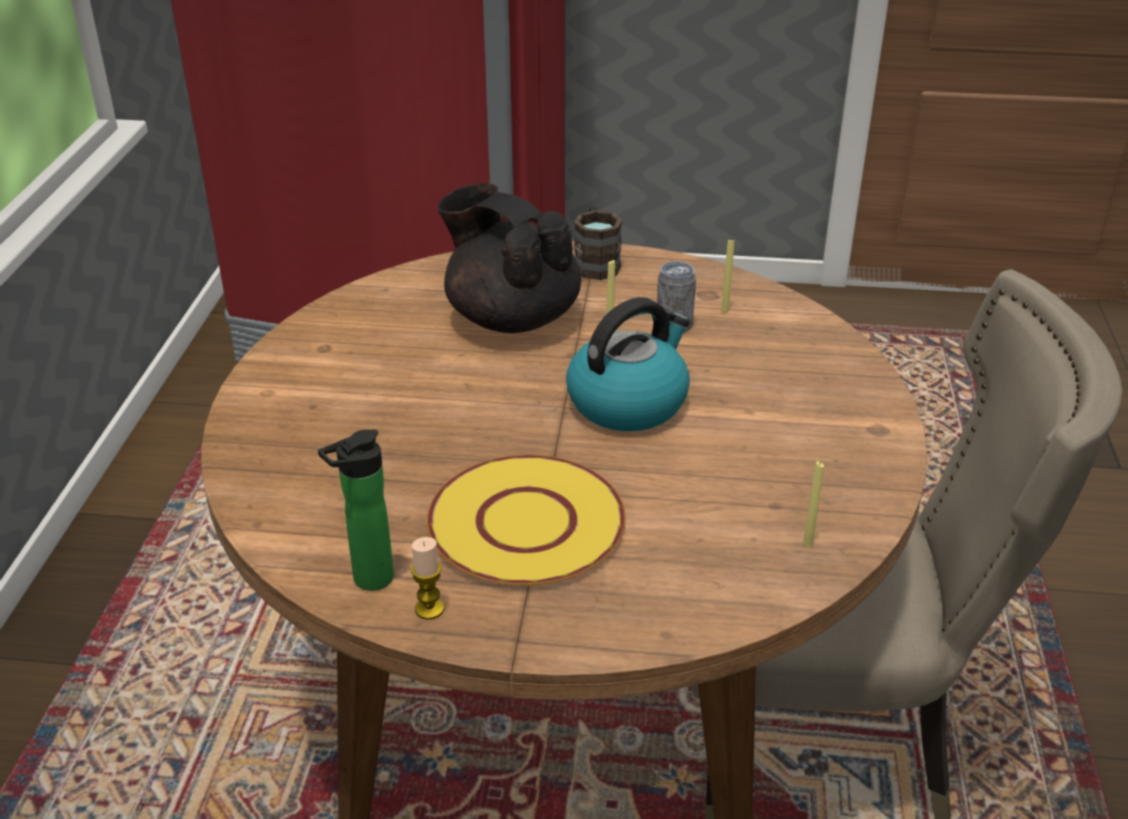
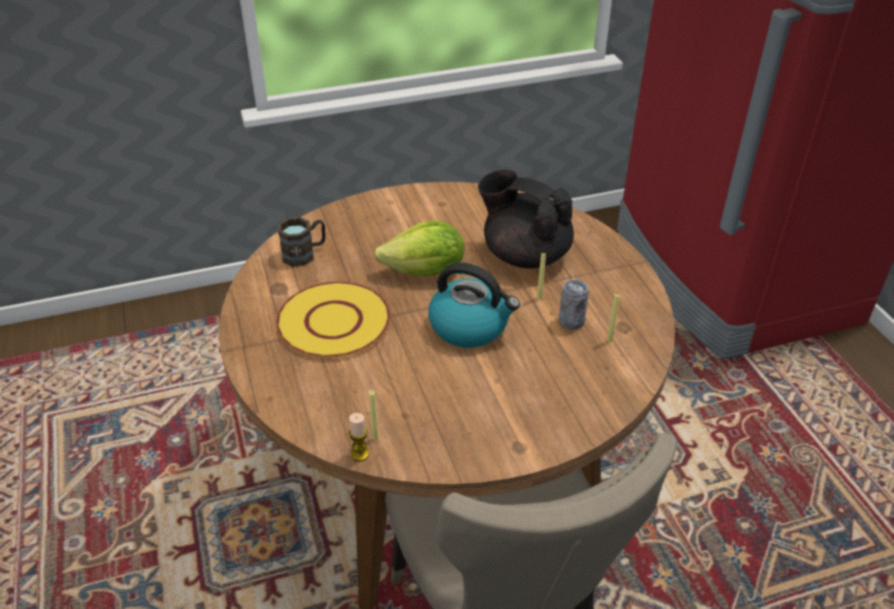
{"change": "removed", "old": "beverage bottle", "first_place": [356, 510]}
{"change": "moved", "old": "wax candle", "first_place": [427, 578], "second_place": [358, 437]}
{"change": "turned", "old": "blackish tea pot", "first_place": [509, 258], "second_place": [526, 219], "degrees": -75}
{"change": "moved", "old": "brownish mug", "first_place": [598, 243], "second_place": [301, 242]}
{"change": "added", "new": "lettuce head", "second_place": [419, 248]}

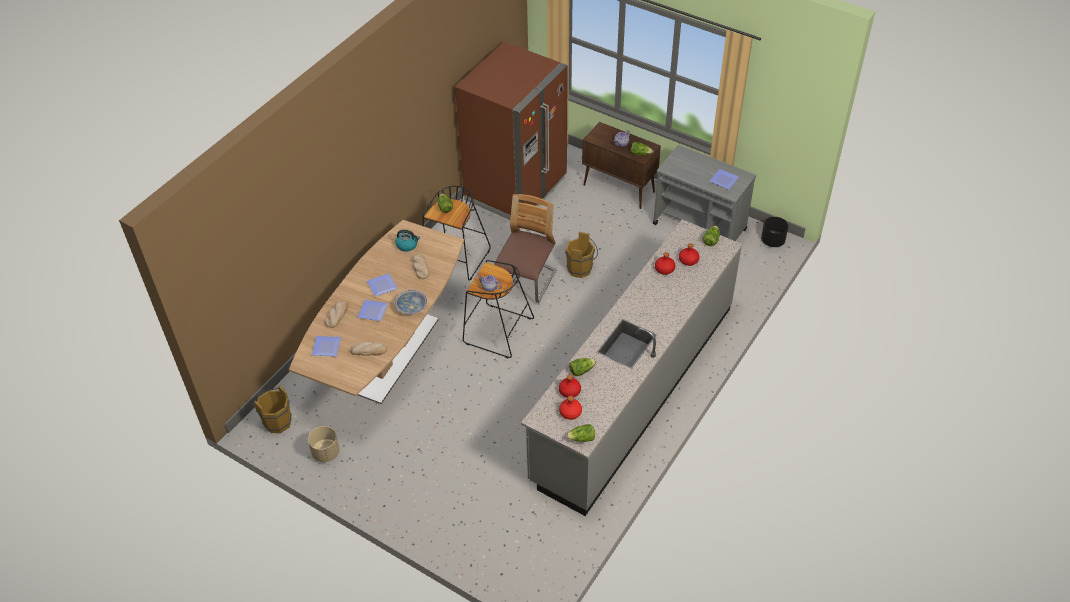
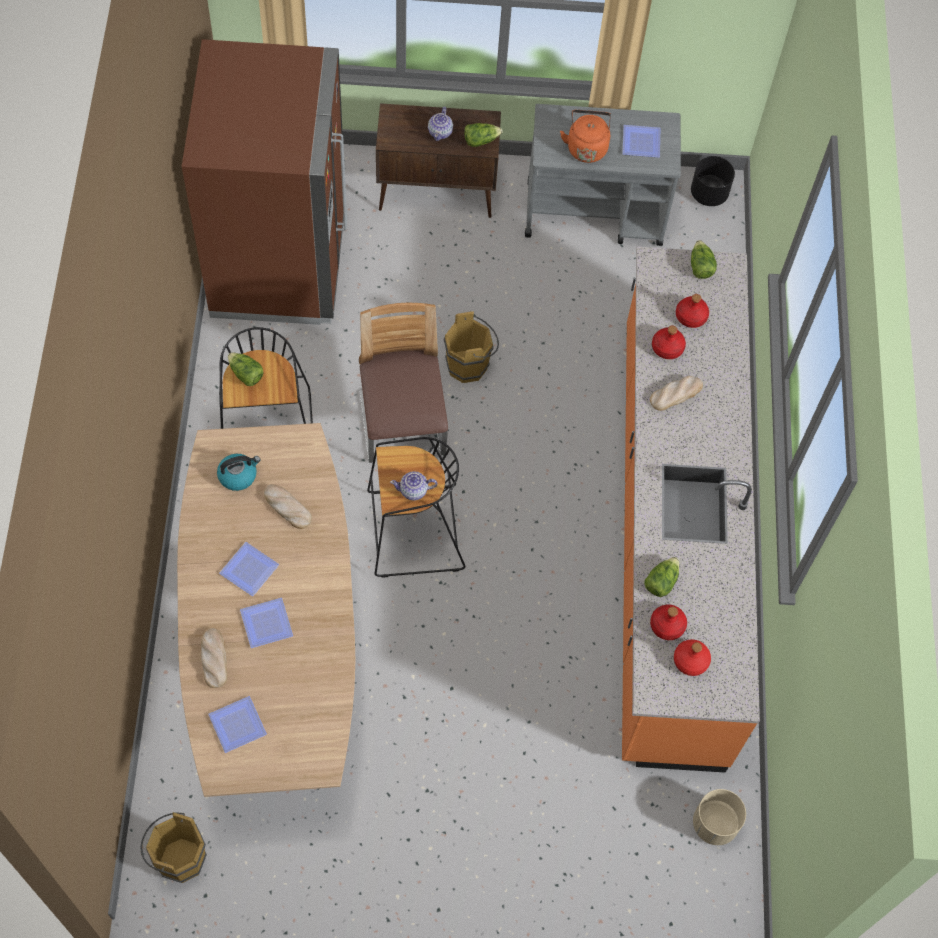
{"change": "moved", "old": "sand-coloured flower pot", "first_place": [324, 444], "second_place": [719, 817]}
{"change": "moved", "old": "bread", "first_place": [368, 349], "second_place": [676, 393]}
{"change": "removed", "old": "deep dish", "first_place": [411, 302]}
{"change": "recoloured", "old": "greyish kitchen base unit", "new": "orange kitchen base unit", "first_place": [631, 367], "second_place": [691, 510]}
{"change": "removed", "old": "lettuce head", "first_place": [580, 433]}
{"change": "added", "new": "orange kettle", "second_place": [585, 136]}

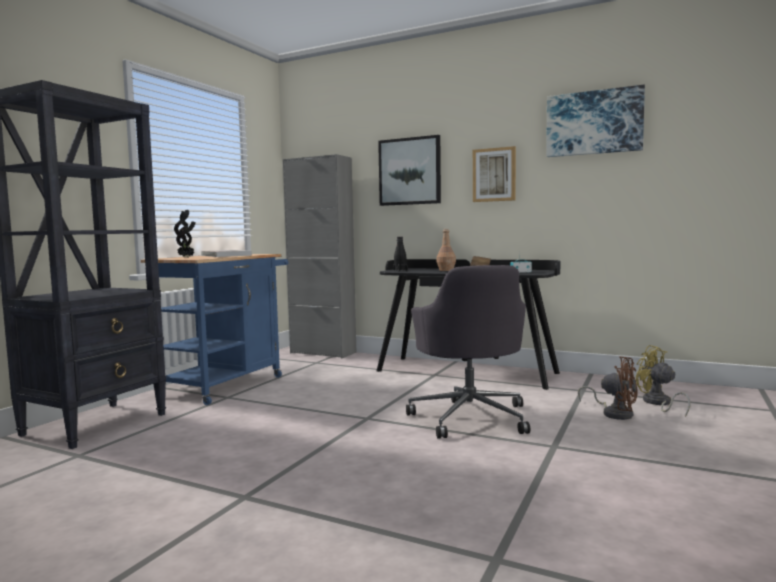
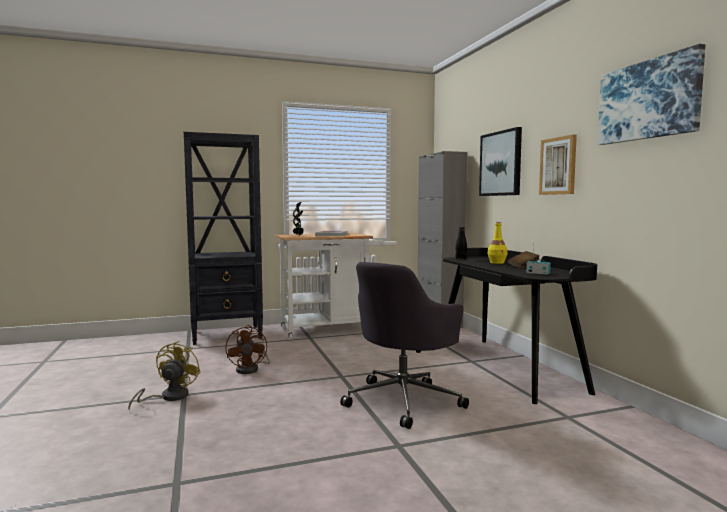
{"change": "recoloured", "old": "blue trolley", "new": "white trolley", "first_place": [214, 329], "second_place": [330, 286]}
{"change": "recoloured", "old": "brownish beverage bottle", "new": "yellow-coloured beverage bottle", "first_place": [446, 250], "second_place": [498, 243]}
{"change": "moved", "old": "brownish cooling fan", "first_place": [608, 388], "second_place": [247, 349]}
{"change": "moved", "old": "yellow-coloured cooling fan", "first_place": [663, 381], "second_place": [164, 376]}

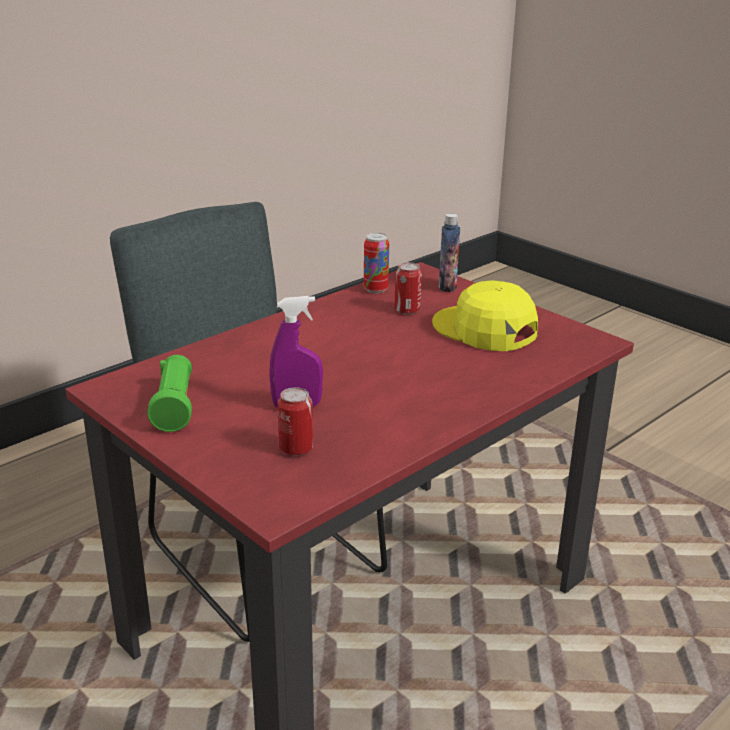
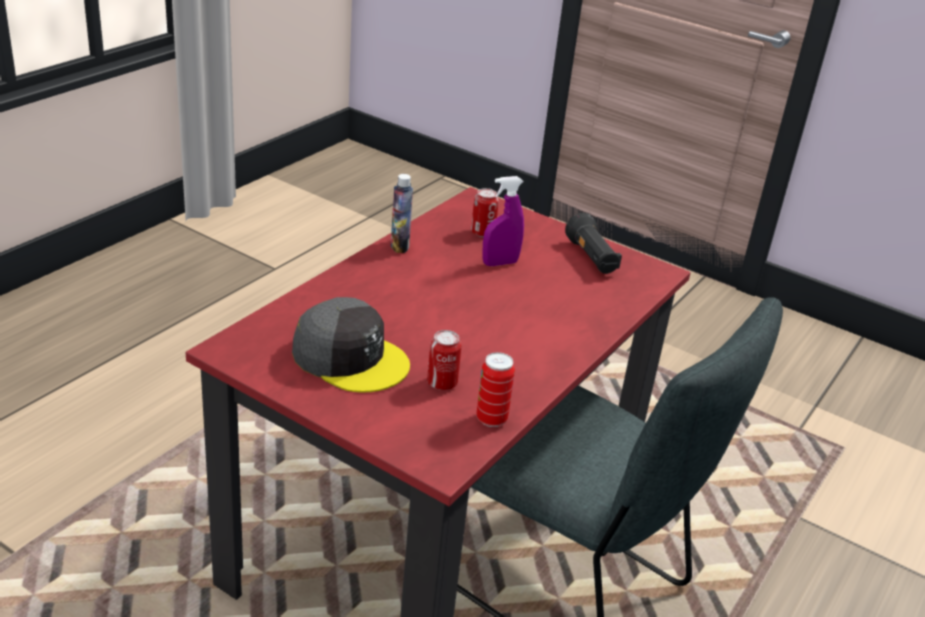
{"change": "recoloured", "old": "green hand torch", "new": "blackish hand torch", "first_place": [169, 393], "second_place": [593, 243]}
{"change": "recoloured", "old": "yellow-coloured peaked cap", "new": "greyish peaked cap", "first_place": [485, 315], "second_place": [351, 345]}
{"change": "moved", "old": "beverage bottle", "first_place": [449, 252], "second_place": [402, 213]}

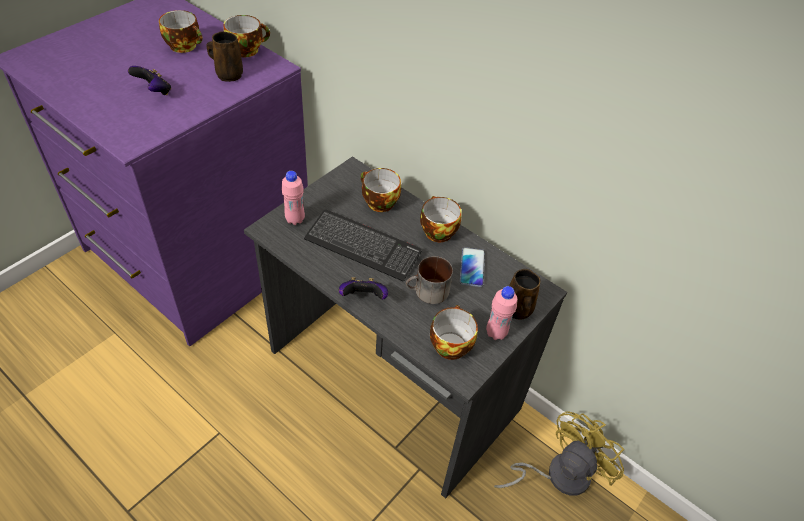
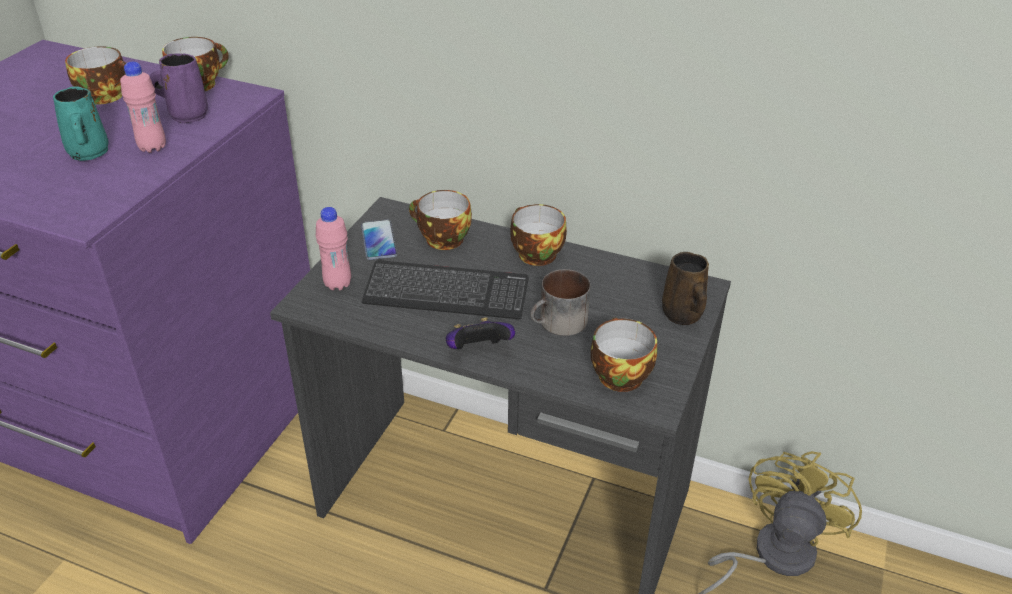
{"change": "replaced", "old": "gamepad", "new": "blue-green mug", "first_place": [149, 80], "second_place": [81, 123]}
{"change": "recoloured", "old": "brownish mug", "new": "purplish mug", "first_place": [224, 57], "second_place": [179, 88]}
{"change": "moved", "old": "phone", "first_place": [472, 267], "second_place": [379, 240]}
{"change": "moved", "old": "pink beverage bottle", "first_place": [501, 313], "second_place": [143, 107]}

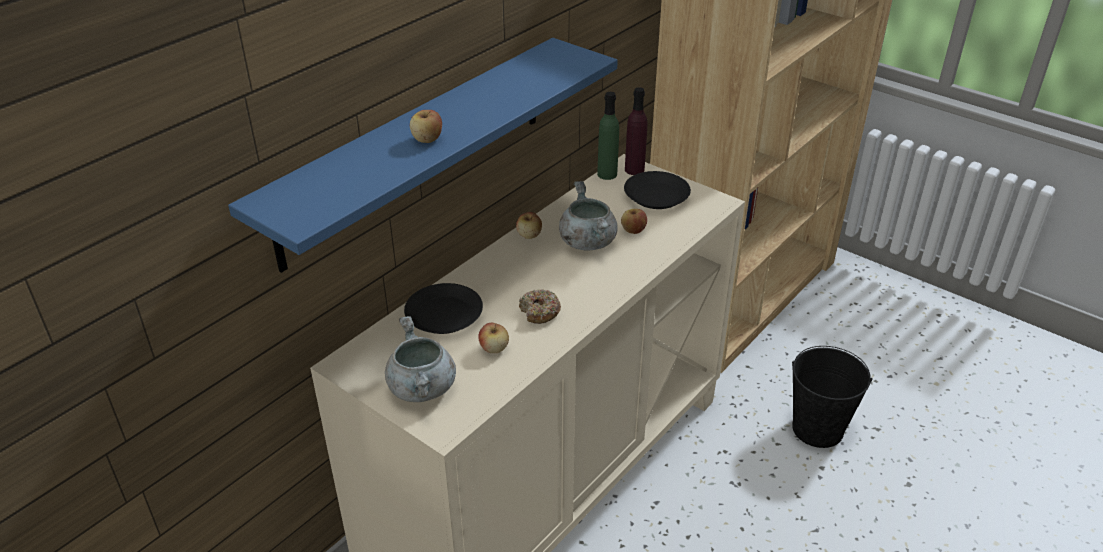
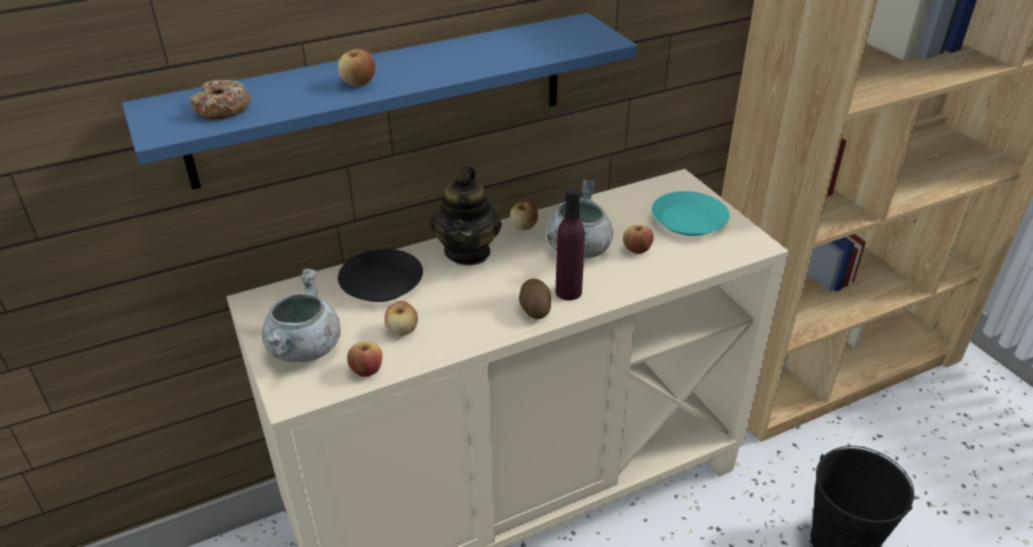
{"change": "moved", "old": "ring doughnut", "first_place": [540, 306], "second_place": [220, 99]}
{"change": "removed", "old": "green beverage bottle", "first_place": [608, 136]}
{"change": "recoloured", "old": "blackish plate", "new": "blue-green plate", "first_place": [657, 190], "second_place": [690, 213]}
{"change": "moved", "old": "purplish beverage bottle", "first_place": [636, 131], "second_place": [570, 244]}
{"change": "added", "new": "apple fruit", "second_place": [364, 359]}
{"change": "added", "new": "tea pot", "second_place": [465, 216]}
{"change": "added", "new": "spud", "second_place": [535, 299]}

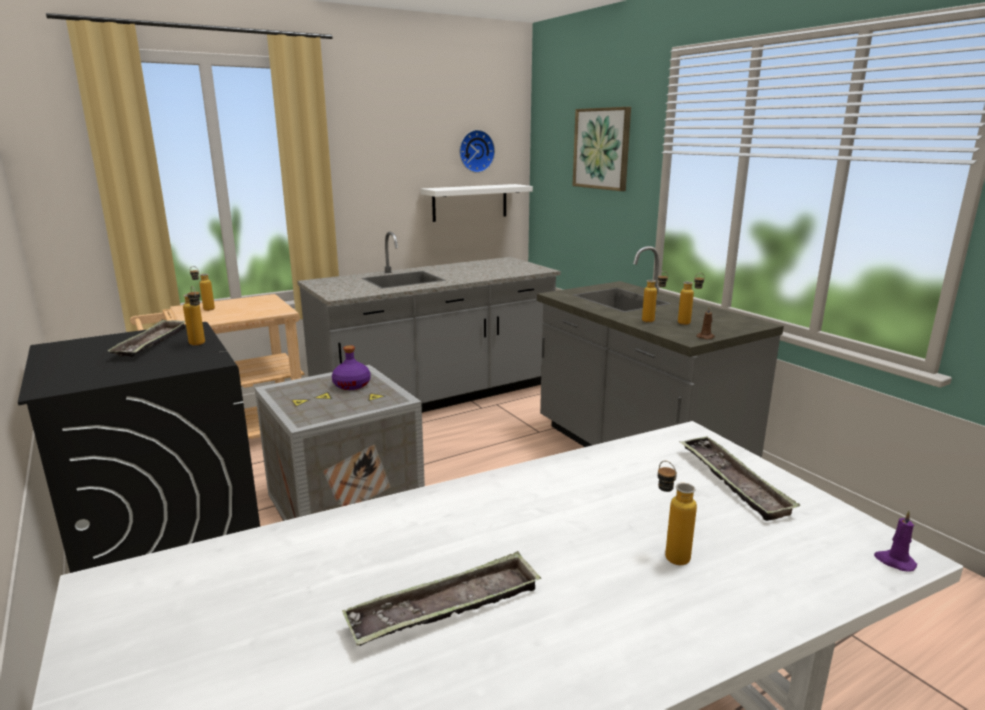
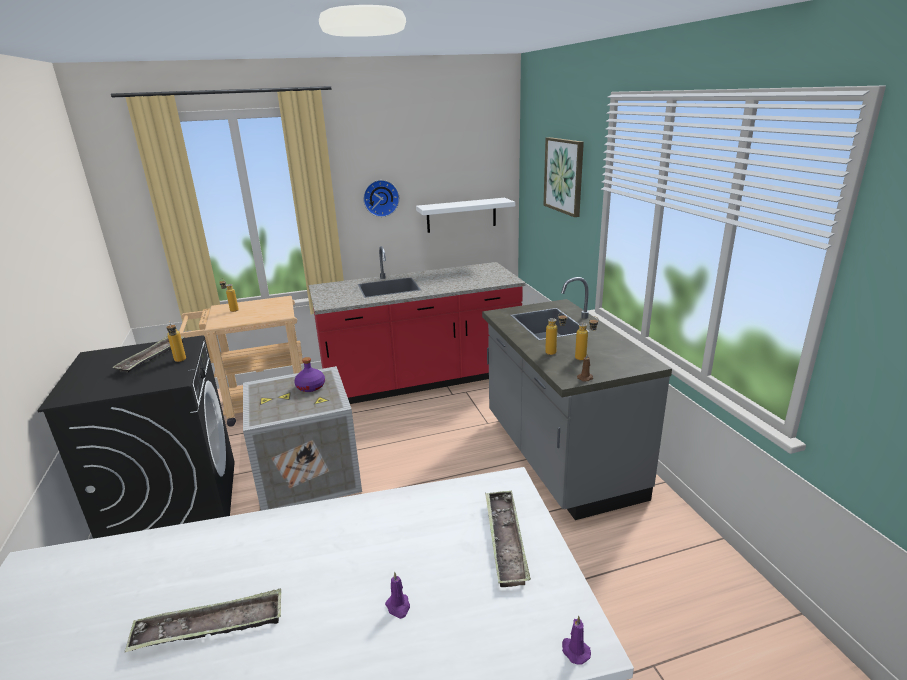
{"change": "recoloured", "old": "greyish kitchen base unit", "new": "red-coloured kitchen base unit", "first_place": [429, 322], "second_place": [417, 325]}
{"change": "moved", "old": "clock on the wall", "first_place": [477, 151], "second_place": [381, 198]}
{"change": "replaced", "old": "beverage bottle", "new": "purplish wax candle", "first_place": [677, 513], "second_place": [397, 595]}

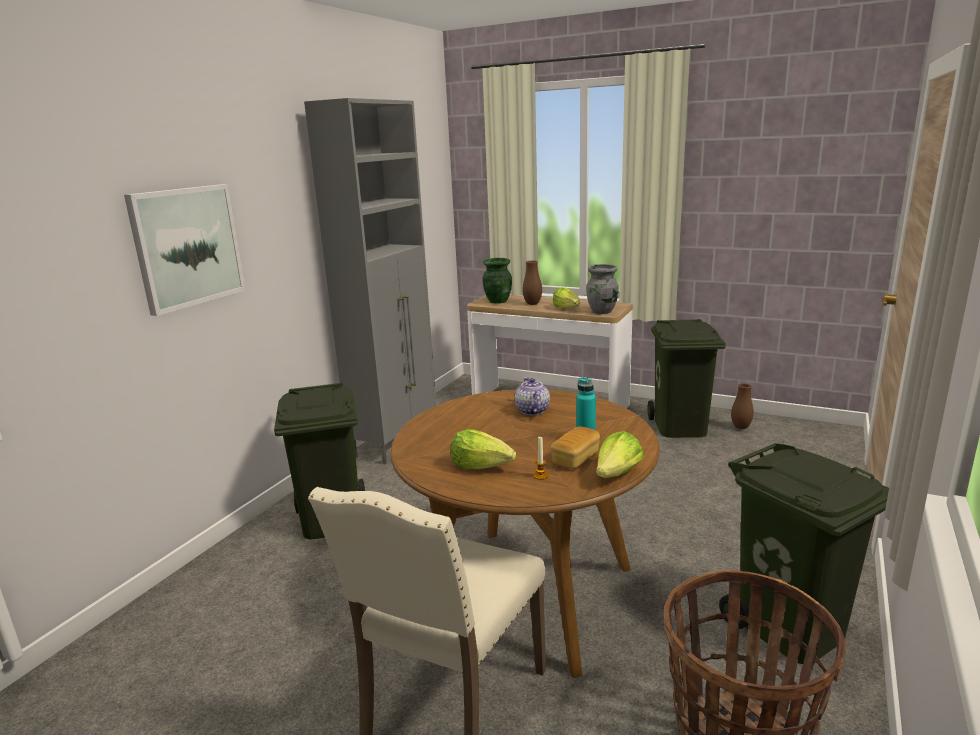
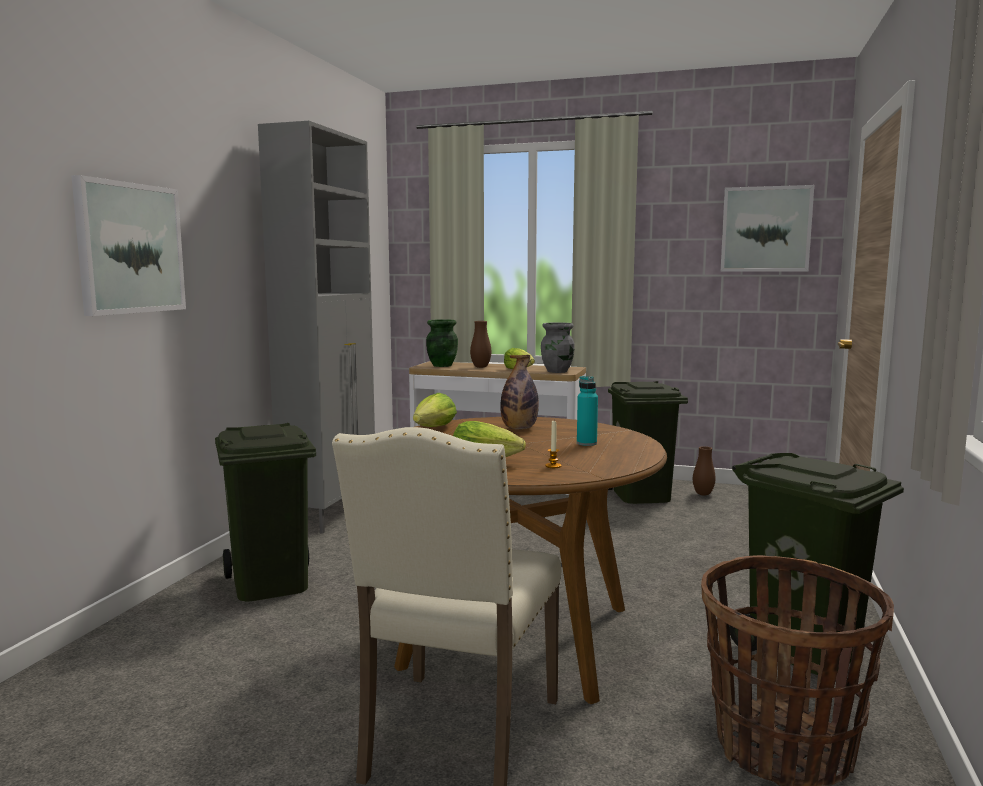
{"change": "replaced", "old": "tea pot", "new": "beverage bottle", "first_place": [532, 397], "second_place": [519, 392]}
{"change": "removed", "old": "bread", "first_place": [575, 448]}
{"change": "moved", "old": "lettuce head", "first_place": [620, 454], "second_place": [435, 410]}
{"change": "added", "new": "wall picture", "second_place": [767, 228]}

